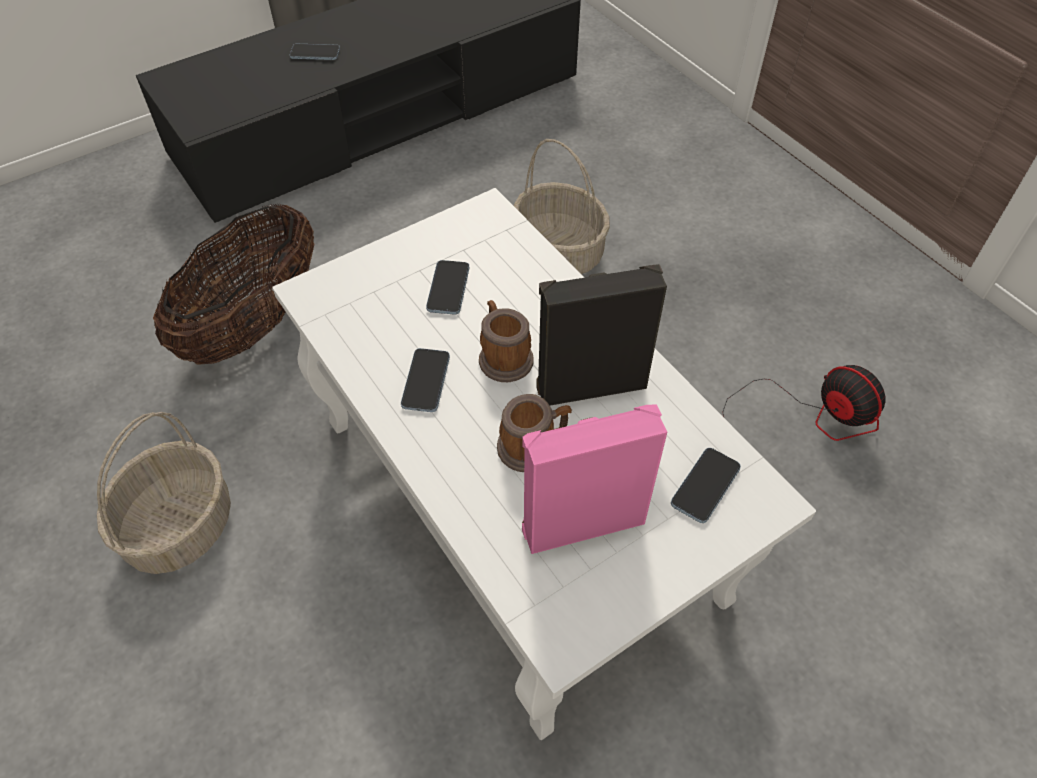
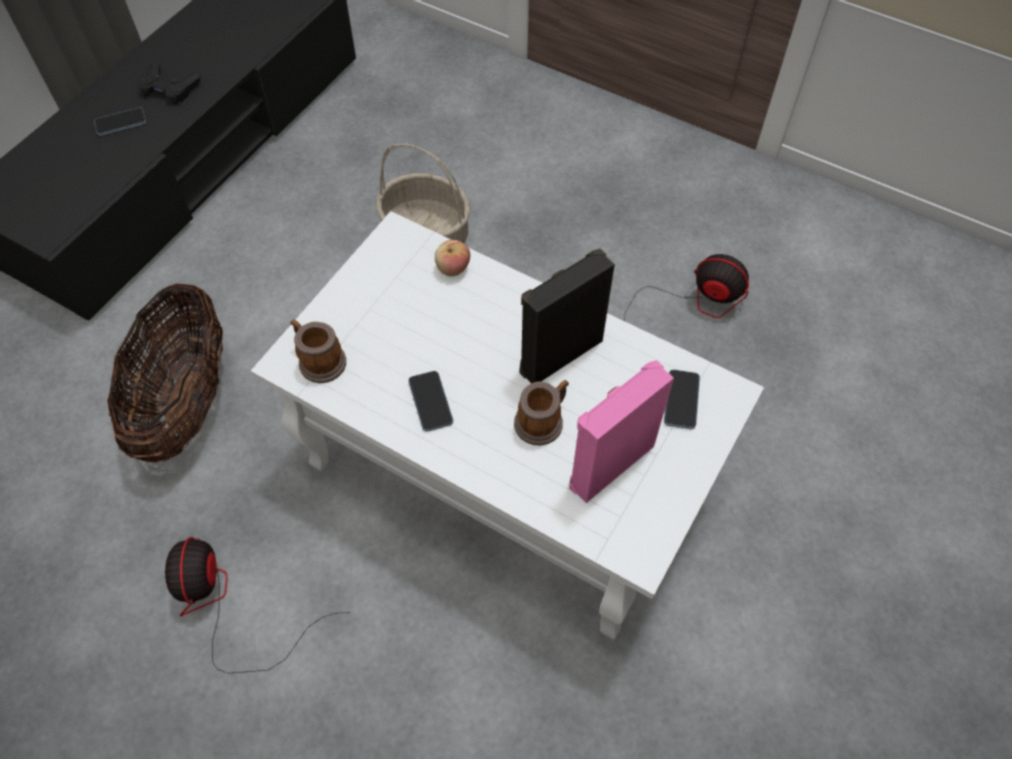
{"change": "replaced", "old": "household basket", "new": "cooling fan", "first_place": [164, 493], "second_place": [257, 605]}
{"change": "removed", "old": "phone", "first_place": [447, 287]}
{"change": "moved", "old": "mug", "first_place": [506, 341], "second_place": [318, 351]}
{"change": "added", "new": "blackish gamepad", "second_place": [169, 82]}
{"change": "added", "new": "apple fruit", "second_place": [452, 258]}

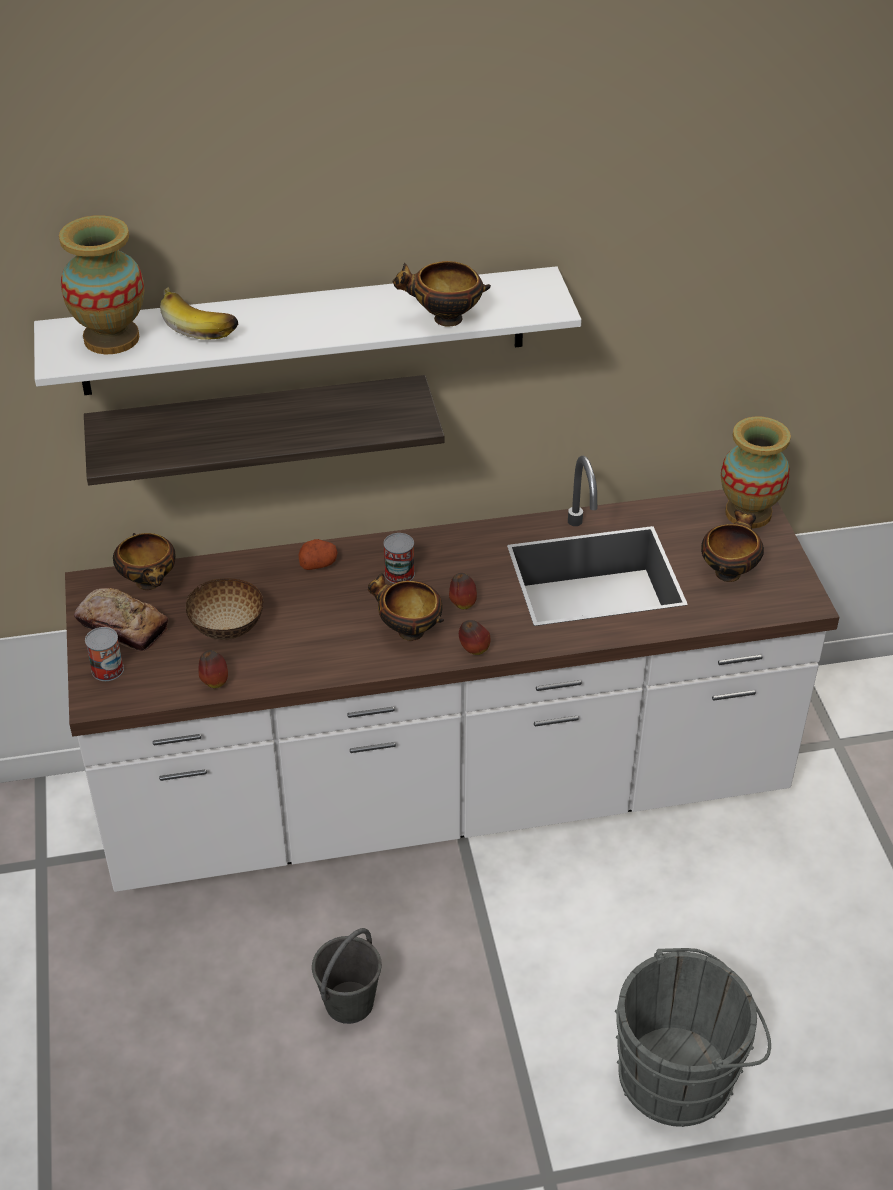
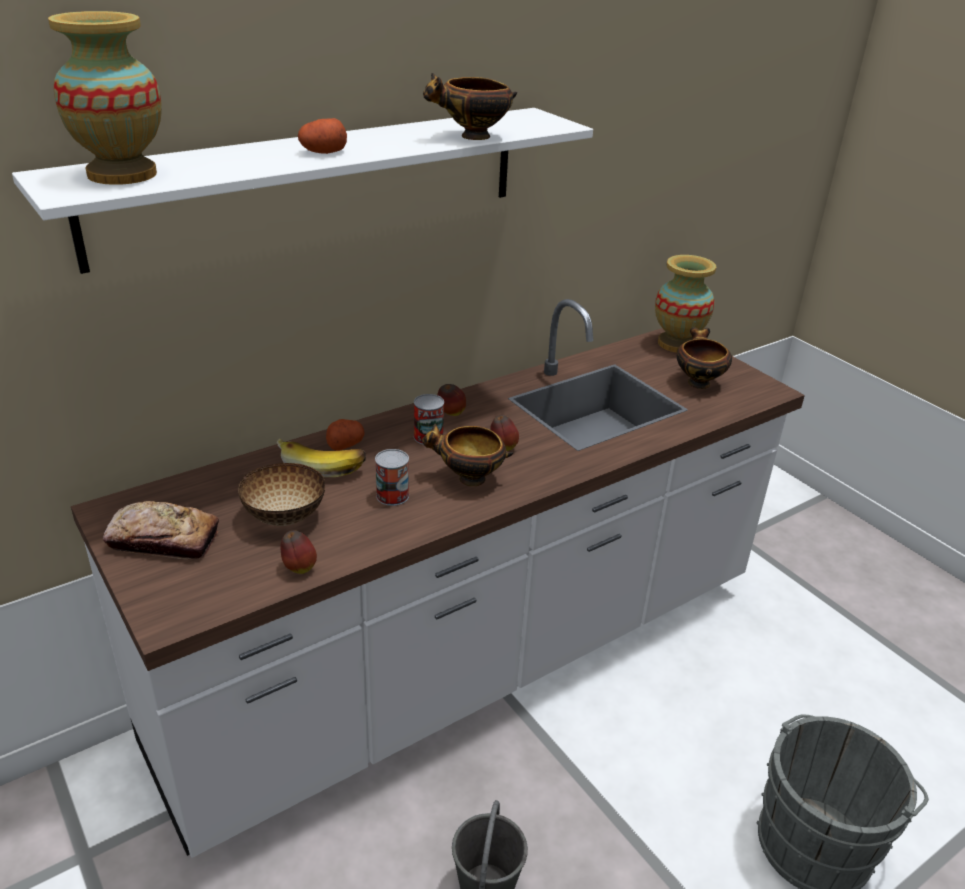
{"change": "removed", "old": "bracket shelf", "first_place": [264, 430]}
{"change": "moved", "old": "metal can", "first_place": [104, 654], "second_place": [392, 477]}
{"change": "removed", "old": "deep dish", "first_place": [144, 561]}
{"change": "moved", "old": "banana", "first_place": [199, 313], "second_place": [321, 457]}
{"change": "moved", "old": "apple fruit", "first_place": [474, 637], "second_place": [451, 400]}
{"change": "added", "new": "spud", "second_place": [322, 136]}

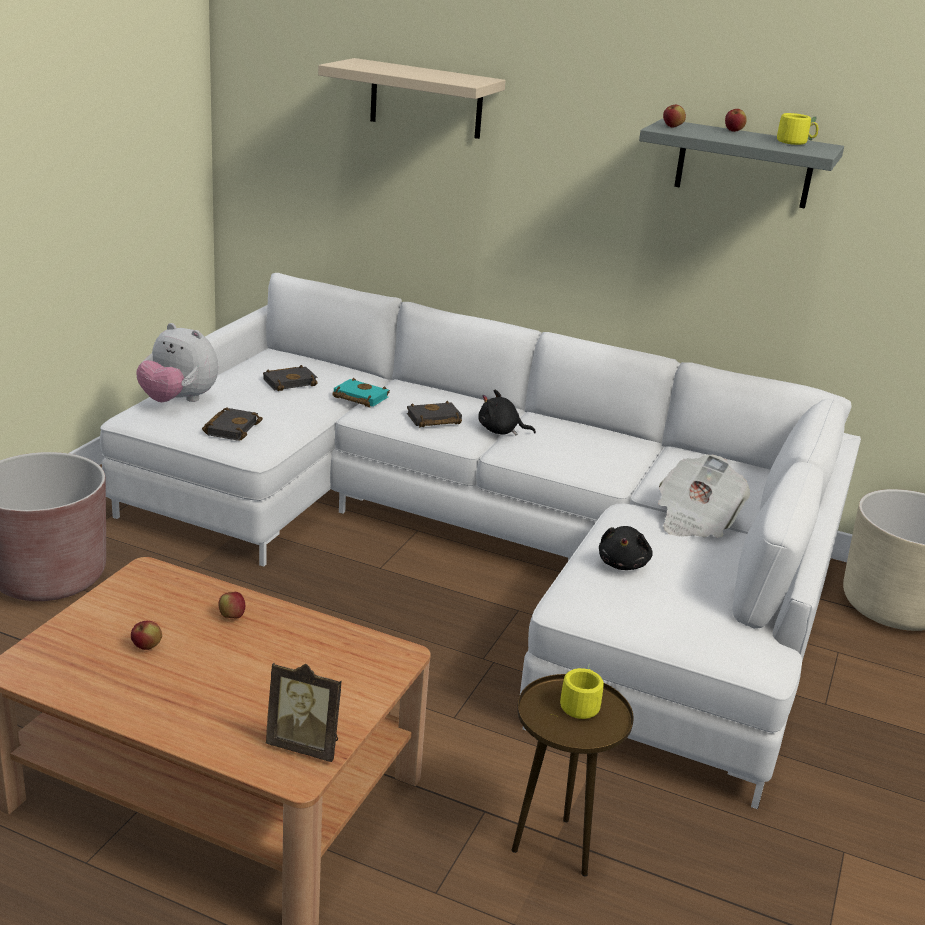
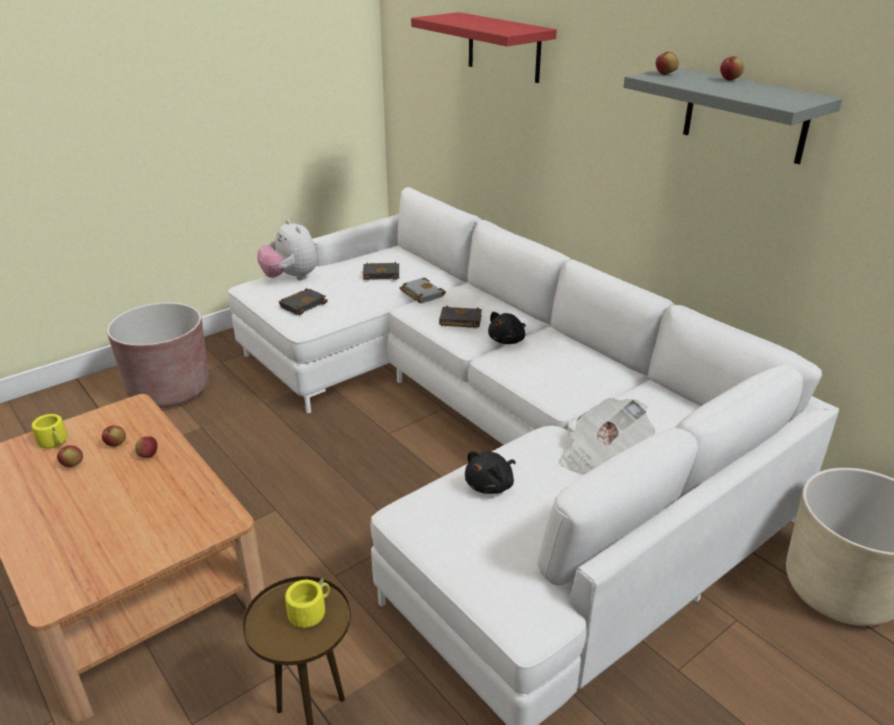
{"change": "removed", "old": "photo frame", "first_place": [304, 712]}
{"change": "recoloured", "old": "sand-coloured bracket shelf", "new": "red-coloured bracket shelf", "first_place": [412, 98], "second_place": [484, 47]}
{"change": "recoloured", "old": "blue-green volume", "new": "greyish volume", "first_place": [361, 392], "second_place": [422, 290]}
{"change": "turned", "old": "blackish plush toy", "first_place": [507, 412], "second_place": [507, 328], "degrees": -90}
{"change": "moved", "old": "yellow-coloured mug", "first_place": [798, 129], "second_place": [49, 431]}
{"change": "added", "new": "apple fruit", "second_place": [114, 436]}

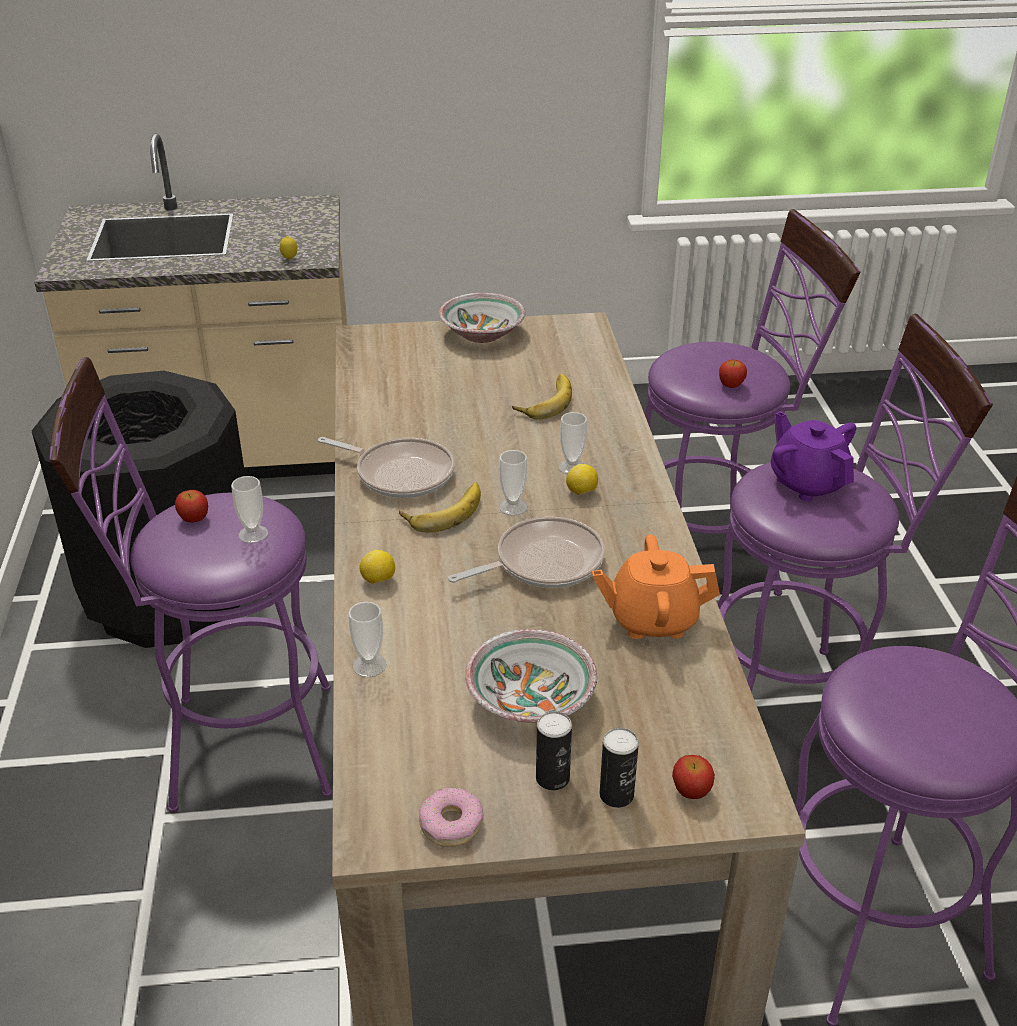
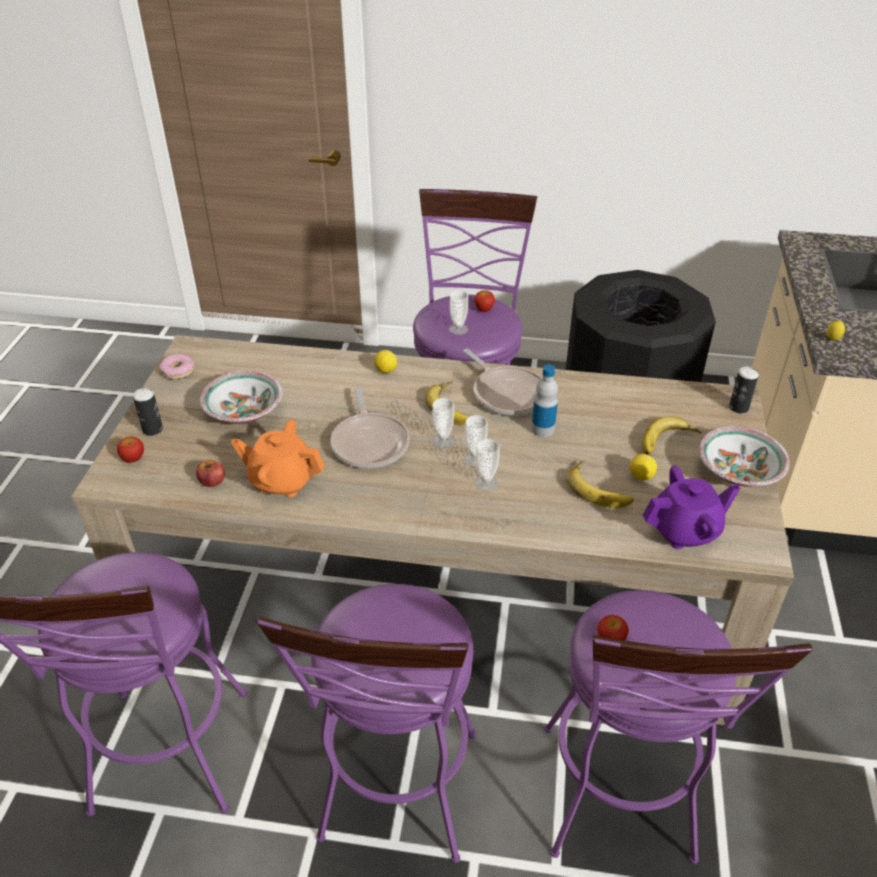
{"change": "turned", "old": "frying pan", "first_place": [386, 467], "second_place": [502, 382], "degrees": -75}
{"change": "moved", "old": "drinking cup", "first_place": [367, 639], "second_place": [476, 440]}
{"change": "moved", "old": "metal can", "first_place": [554, 750], "second_place": [744, 390]}
{"change": "moved", "old": "citrus fruit", "first_place": [582, 479], "second_place": [643, 467]}
{"change": "turned", "old": "orange tea pot", "first_place": [656, 587], "second_place": [277, 458], "degrees": -90}
{"change": "moved", "old": "purplish tea pot", "first_place": [813, 456], "second_place": [691, 507]}
{"change": "added", "new": "apple fruit", "second_place": [210, 473]}
{"change": "added", "new": "beverage bottle", "second_place": [544, 400]}
{"change": "added", "new": "banana", "second_place": [671, 435]}

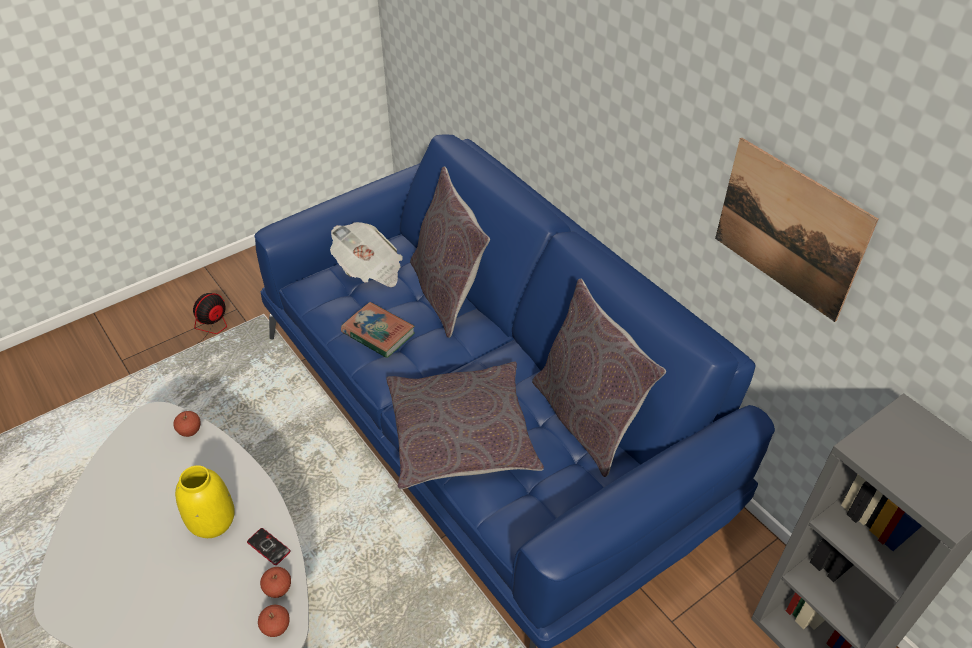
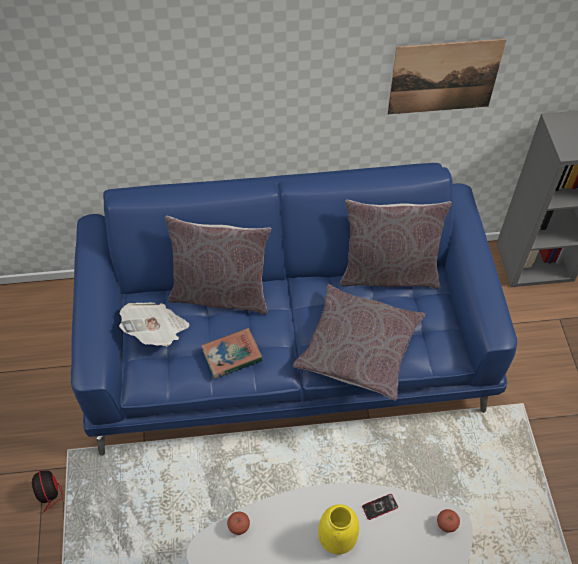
{"change": "removed", "old": "apple fruit", "first_place": [275, 582]}

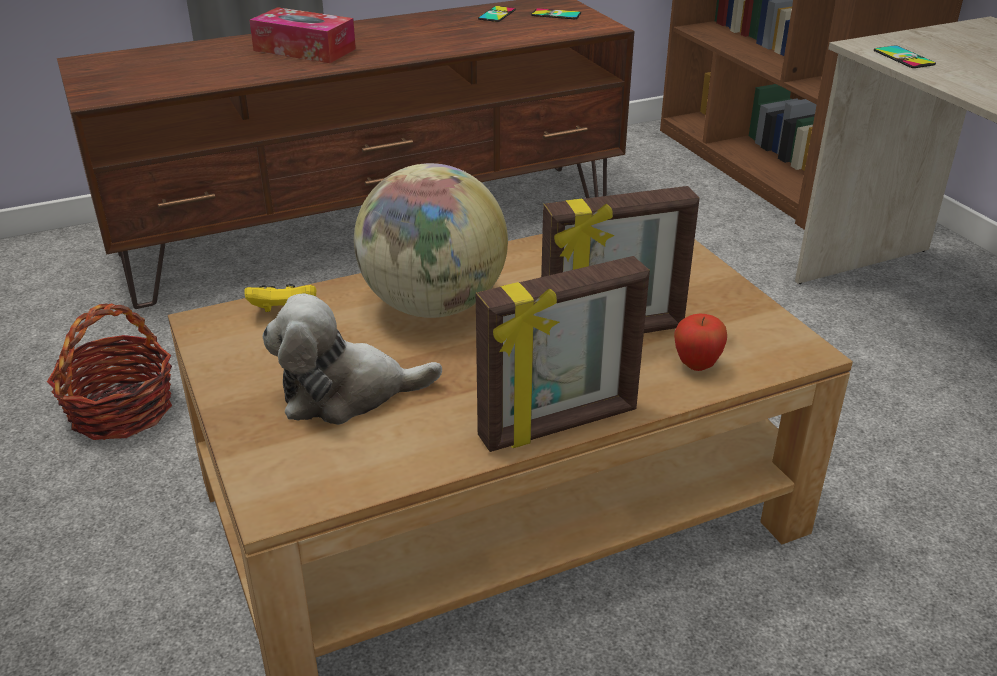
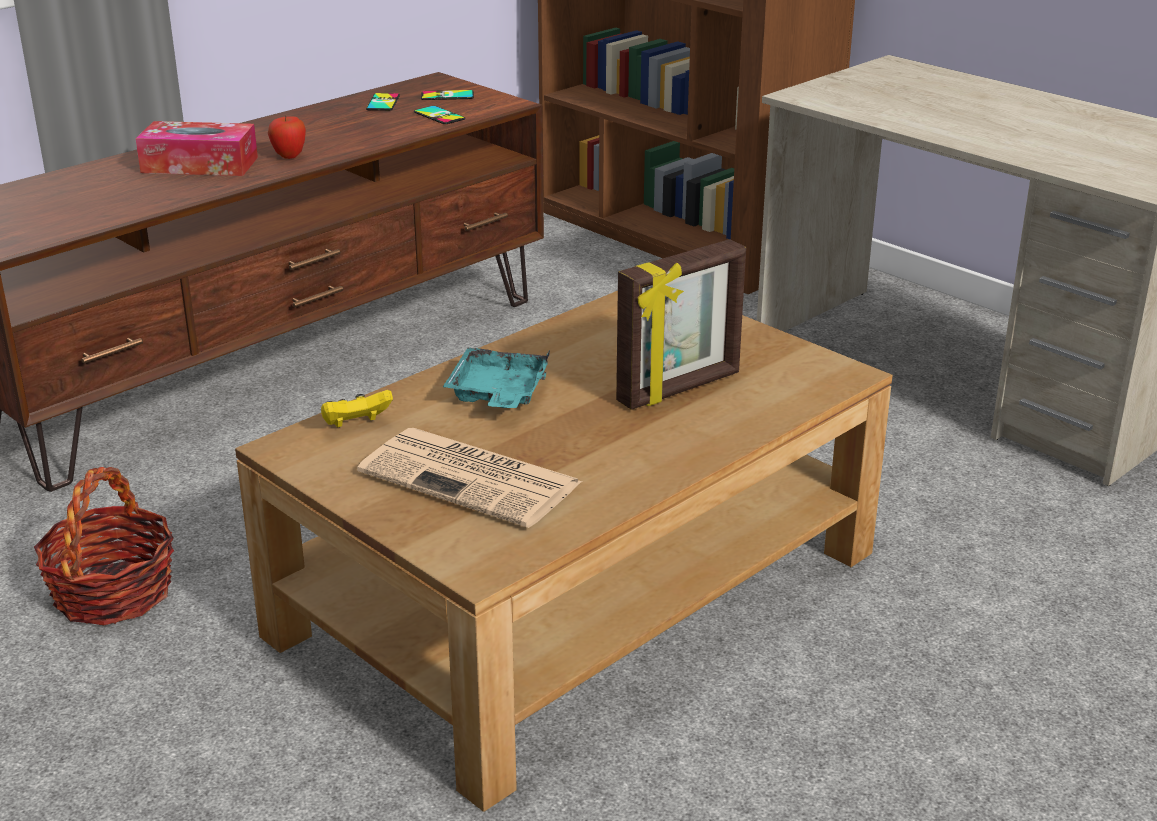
{"change": "replaced", "old": "plush toy", "new": "printed paper", "first_place": [352, 359], "second_place": [469, 478]}
{"change": "replaced", "old": "globe", "new": "blue-green carrying tray", "first_place": [431, 240], "second_place": [496, 378]}
{"change": "removed", "old": "photo frame", "first_place": [563, 354]}
{"change": "moved", "old": "apple fruit", "first_place": [700, 342], "second_place": [287, 138]}
{"change": "moved", "old": "phone", "first_place": [905, 56], "second_place": [439, 115]}

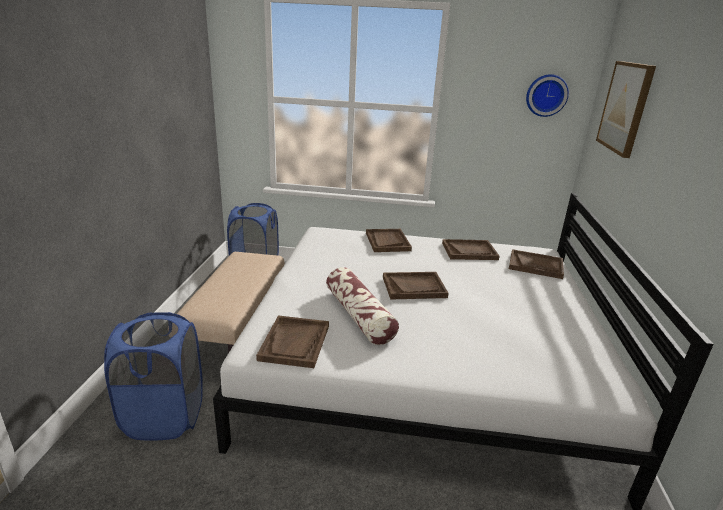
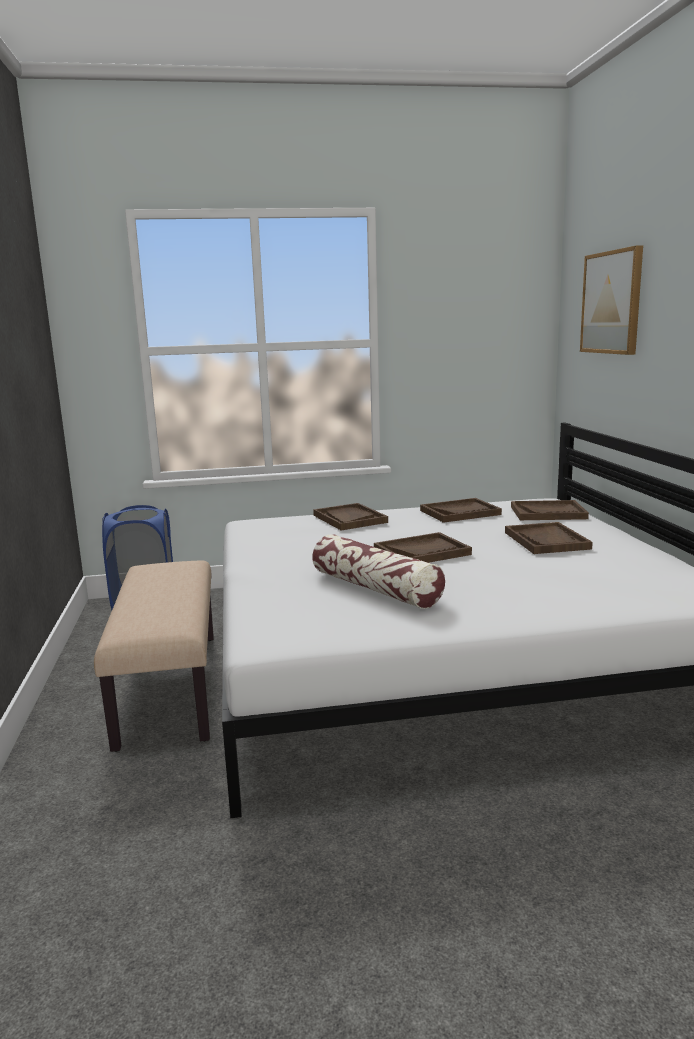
{"change": "removed", "old": "blue laundry basket", "first_place": [153, 376]}
{"change": "moved", "old": "brownish carrying tray", "first_place": [292, 341], "second_place": [549, 538]}
{"change": "removed", "old": "clock on the wall", "first_place": [547, 95]}

